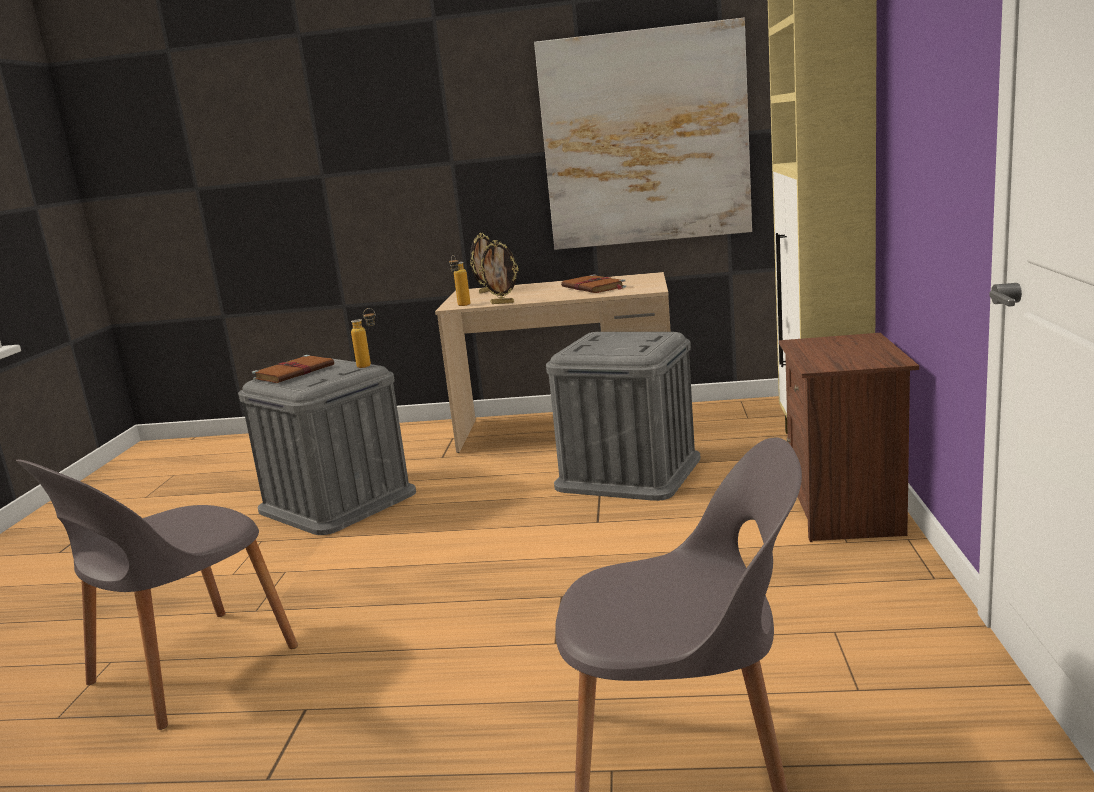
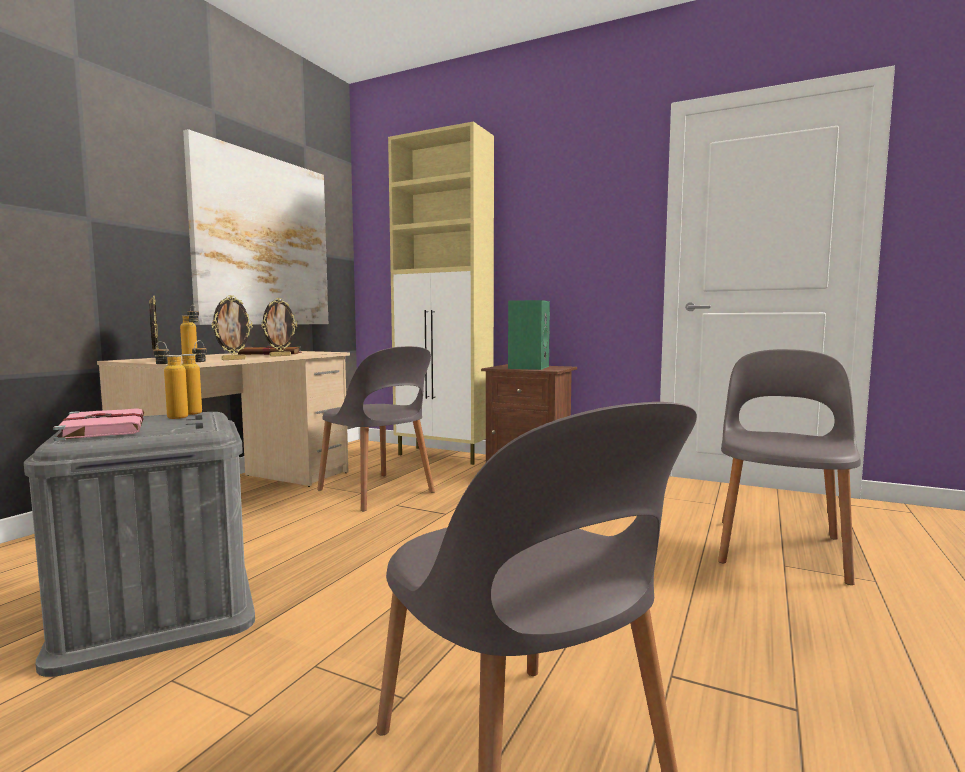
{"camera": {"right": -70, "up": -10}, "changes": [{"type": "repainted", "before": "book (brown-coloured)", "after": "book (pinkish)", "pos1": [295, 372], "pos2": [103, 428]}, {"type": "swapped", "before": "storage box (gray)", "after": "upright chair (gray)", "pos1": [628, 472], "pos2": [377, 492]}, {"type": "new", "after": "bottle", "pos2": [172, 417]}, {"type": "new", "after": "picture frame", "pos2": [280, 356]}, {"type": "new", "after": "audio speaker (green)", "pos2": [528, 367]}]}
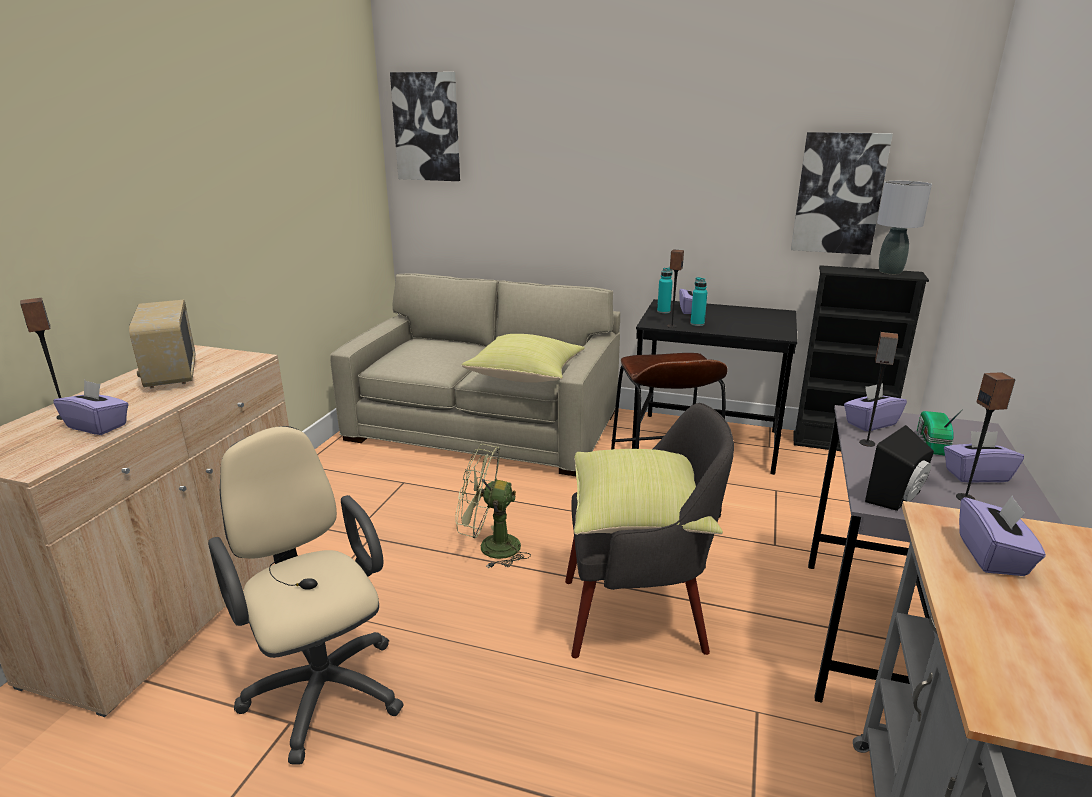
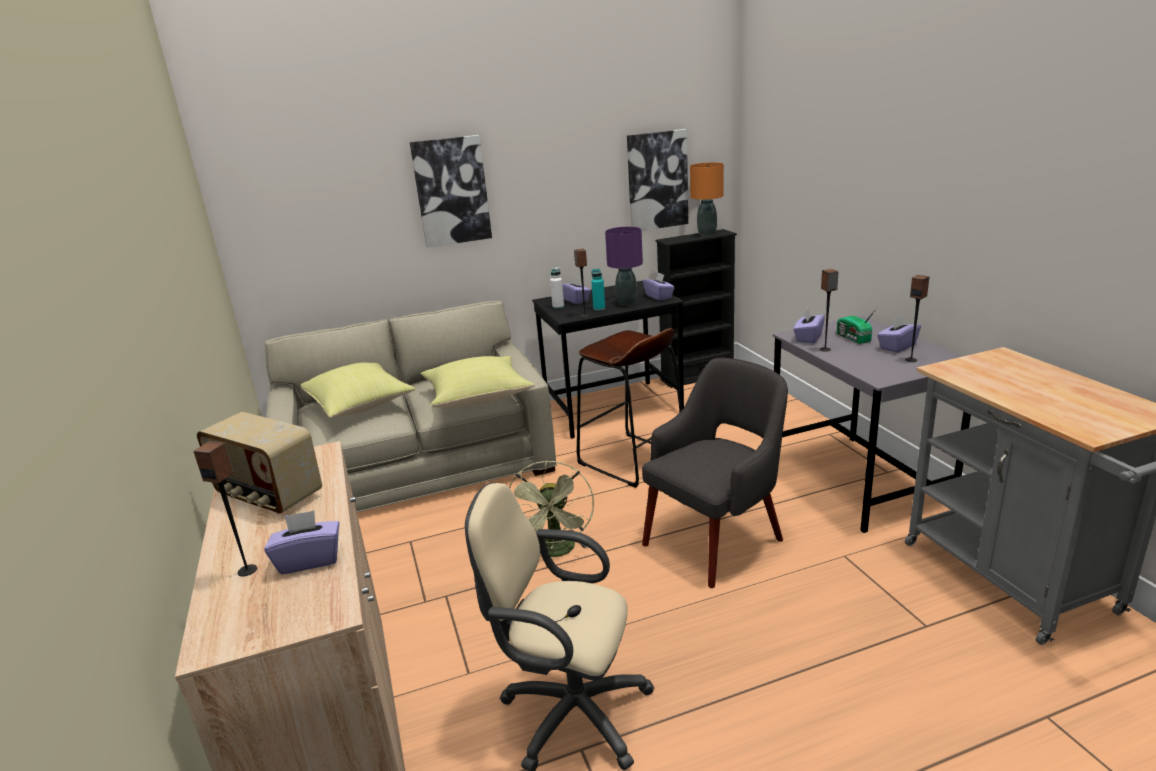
{"camera": {"right": -35, "up": 0}, "changes": [{"type": "shifted", "before": "picture", "pos1": [427, 127], "pos2": [451, 191]}, {"type": "rotated", "before": "fan (green)", "pos1": [490, 547], "pos2": [557, 552], "turn": -60}, {"type": "shifted", "before": "pillow (yellow-coloured)", "pos1": [639, 517], "pos2": [361, 406]}, {"type": "repainted", "before": "bottle (turquoise)", "after": "bottle (white-coloured)", "pos1": [663, 311], "pos2": [558, 307]}, {"type": "gone", "before": "audio speaker (black)", "pos1": [898, 499]}, {"type": "repainted", "before": "tabletop lamp (gray)", "after": "tabletop lamp (orange)", "pos1": [889, 272], "pos2": [706, 233]}, {"type": "shifted", "before": "tissue holder (purple-coloured)", "pos1": [992, 556], "pos2": [659, 296]}, {"type": "new", "after": "tabletop lamp (purple-coloured)", "pos2": [626, 302]}]}
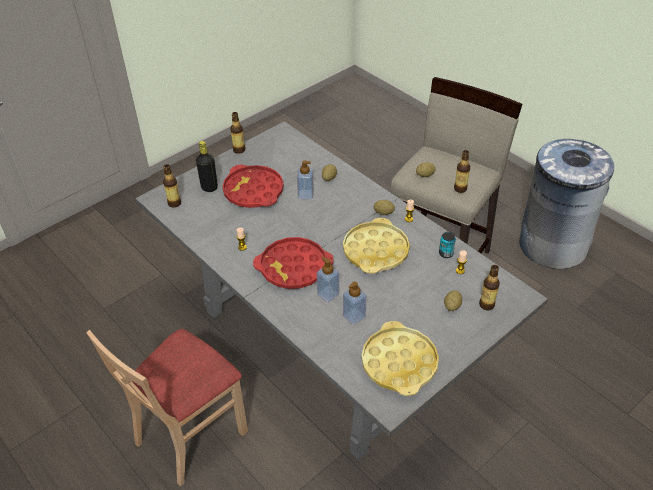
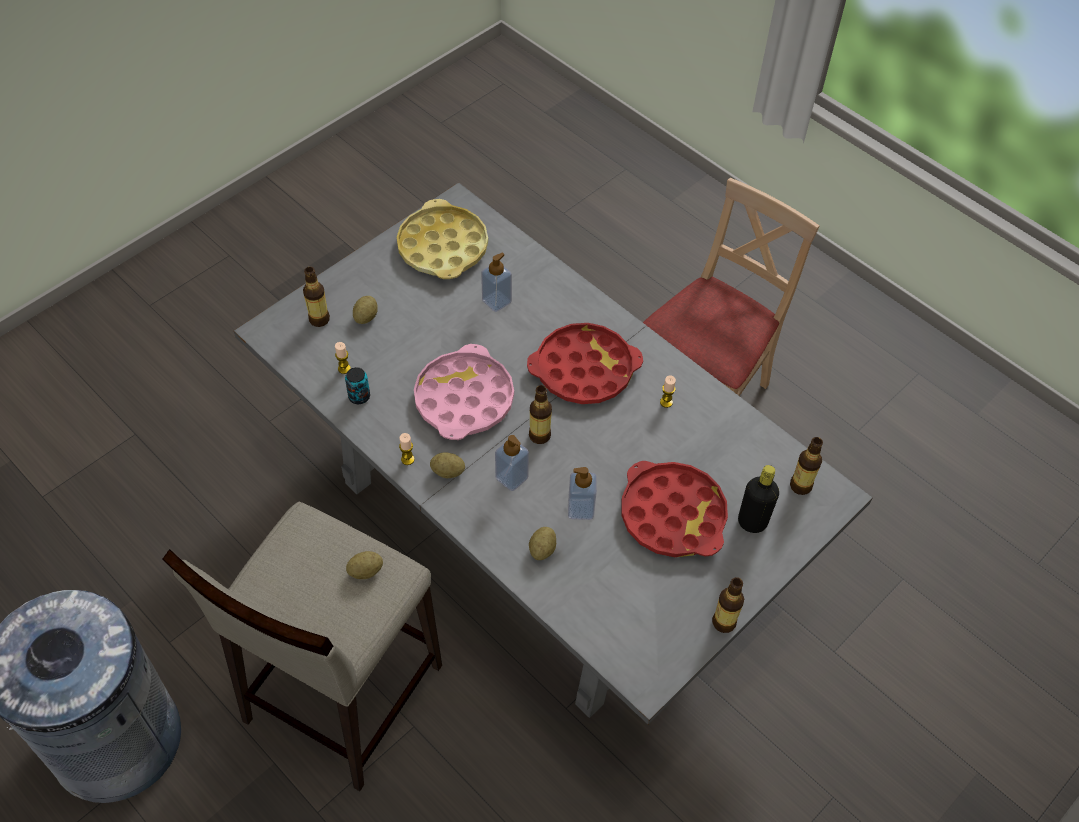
{"camera": {"right": 175, "up": 10}, "changes": [{"type": "shifted", "before": "liquid soap bottle", "pos1": [328, 294], "pos2": [511, 478]}, {"type": "repainted", "before": "tray (yellow-coloured)", "after": "tray (pinkish)", "pos1": [376, 251], "pos2": [464, 399]}, {"type": "shifted", "before": "bottle", "pos1": [460, 189], "pos2": [539, 435]}]}
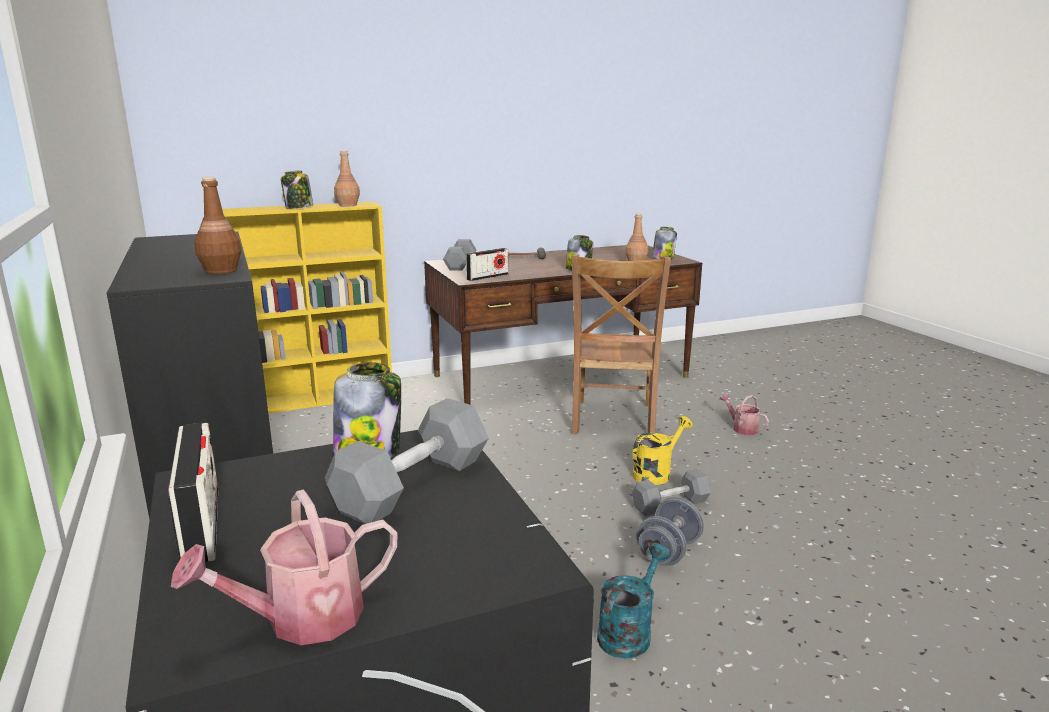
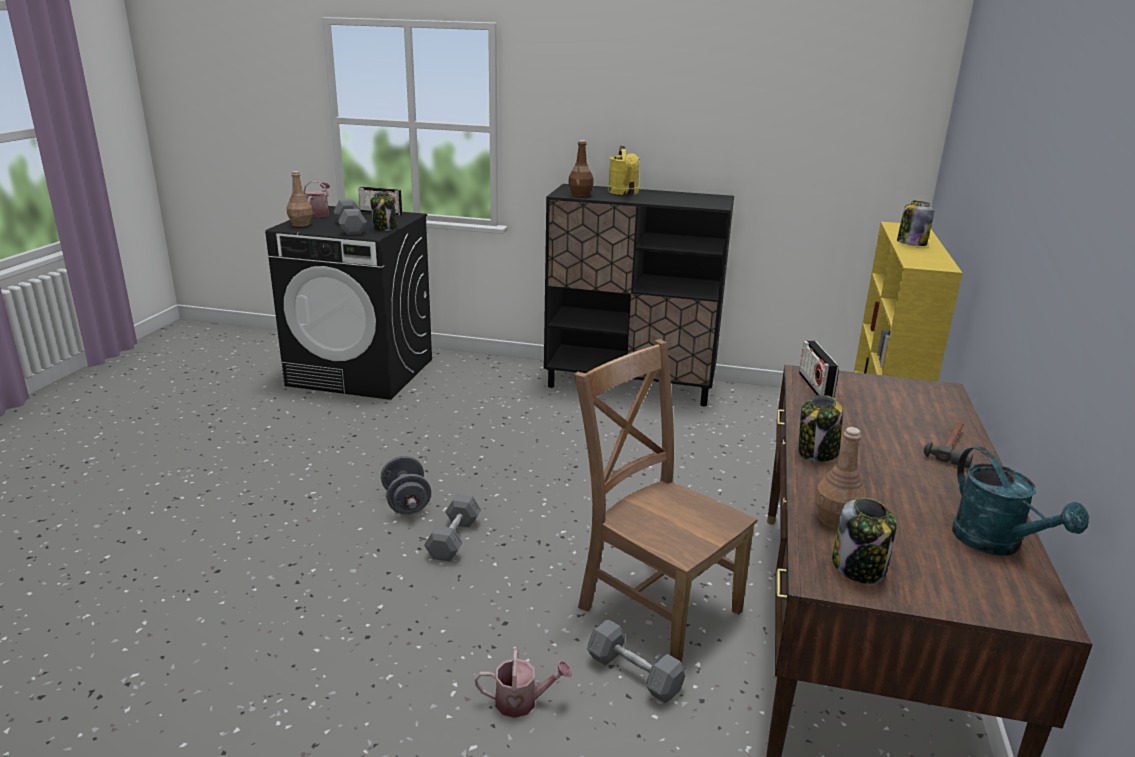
{"camera": {"right": 125, "up": 5}, "changes": [{"type": "shifted", "before": "bottle (brown-coloured)", "pos1": [347, 205], "pos2": [301, 224]}, {"type": "shifted", "before": "free weight (gray)", "pos1": [460, 265], "pos2": [634, 674]}, {"type": "shifted", "before": "sprinkling can (turquoise)", "pos1": [629, 632], "pos2": [996, 544]}, {"type": "shifted", "before": "sprinkling can (yellow-coloured)", "pos1": [656, 473], "pos2": [624, 193]}]}
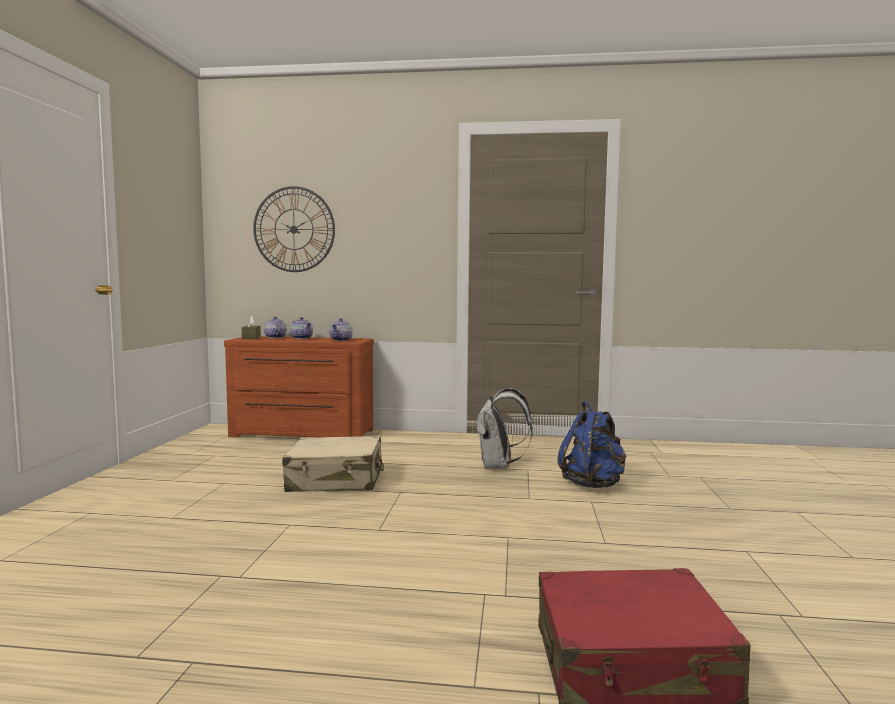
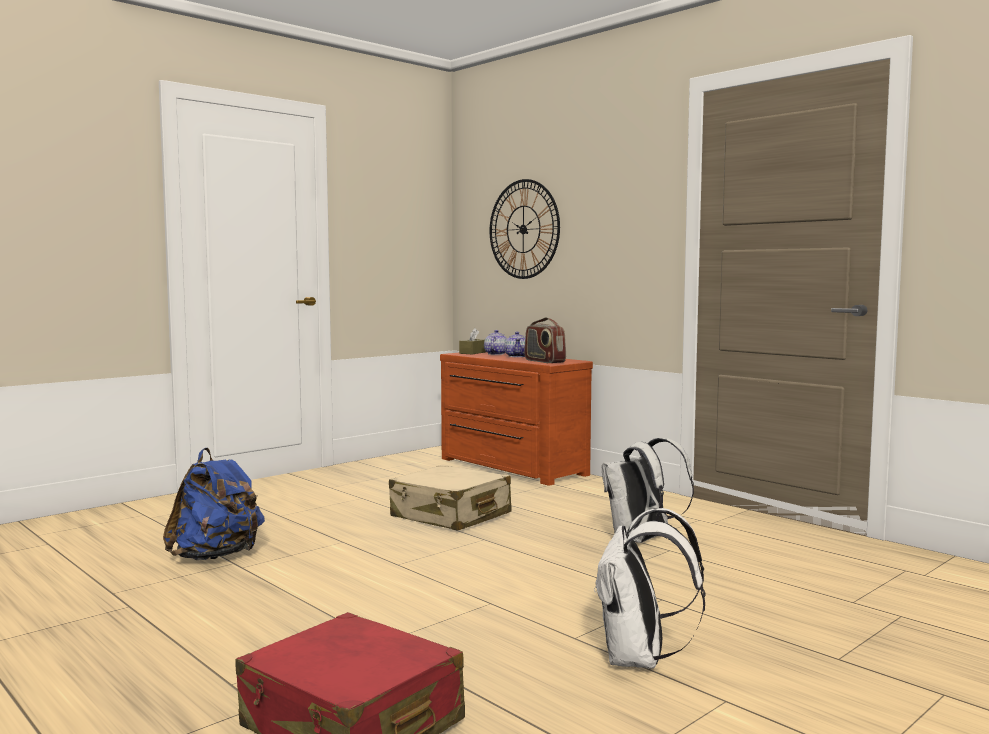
{"camera": {"right": 40, "up": 0}, "changes": [{"type": "swapped", "before": "pot for tea", "after": "radio receiver", "pos1": [341, 340], "pos2": [544, 361]}, {"type": "shifted", "before": "backpack (blue-coloured)", "pos1": [593, 485], "pos2": [216, 557]}, {"type": "new", "after": "backpack (white-coloured)", "pos2": [639, 659]}]}
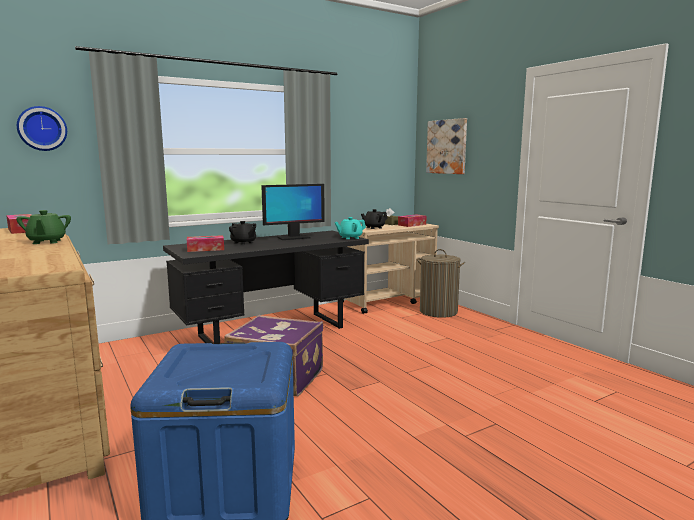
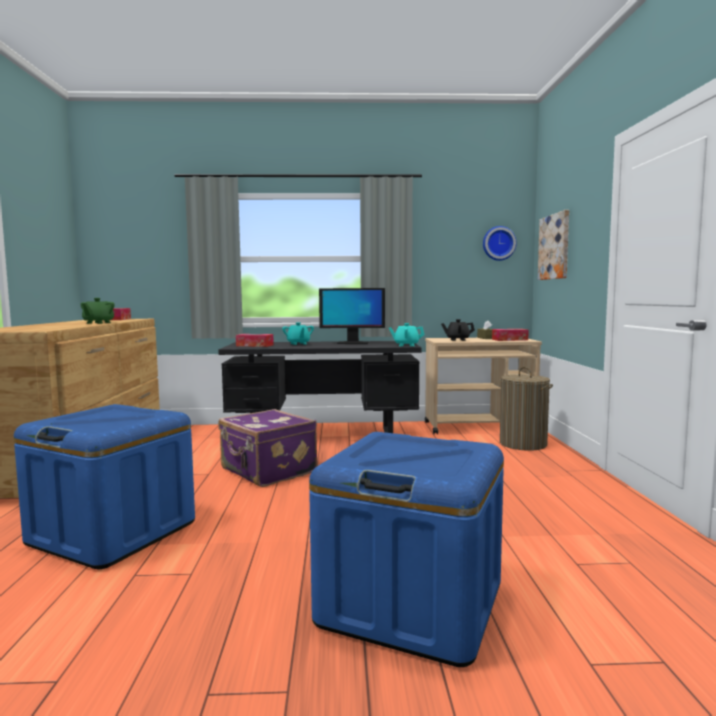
{"camera": {"right": 30, "up": -5}, "changes": [{"type": "shifted", "before": "wall clock", "pos1": [42, 128], "pos2": [498, 243]}, {"type": "repainted", "before": "pot for tea (black)", "after": "pot for tea (turquoise)", "pos1": [243, 243], "pos2": [298, 344]}, {"type": "new", "after": "storage box (blue-coloured)", "pos2": [411, 603]}]}
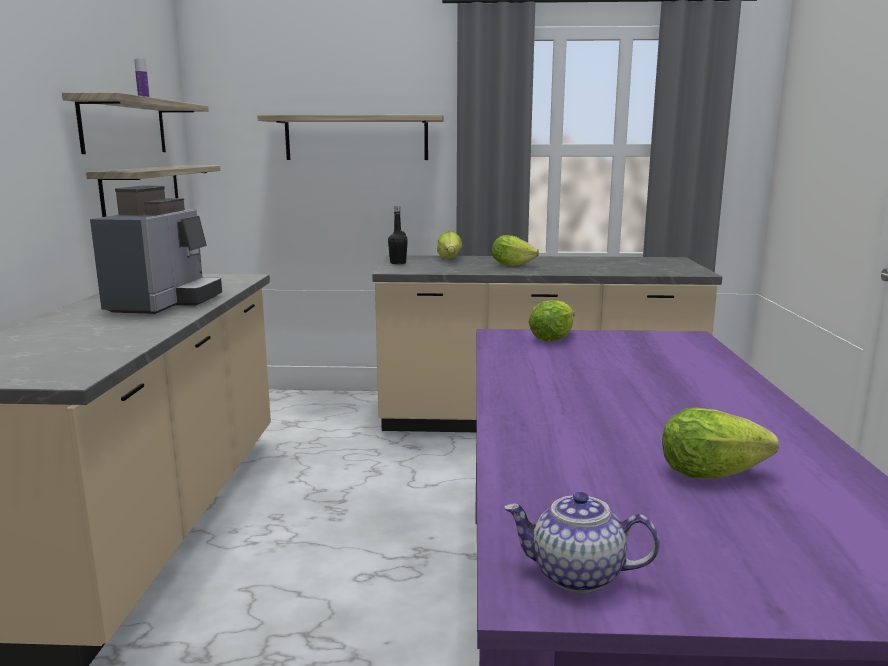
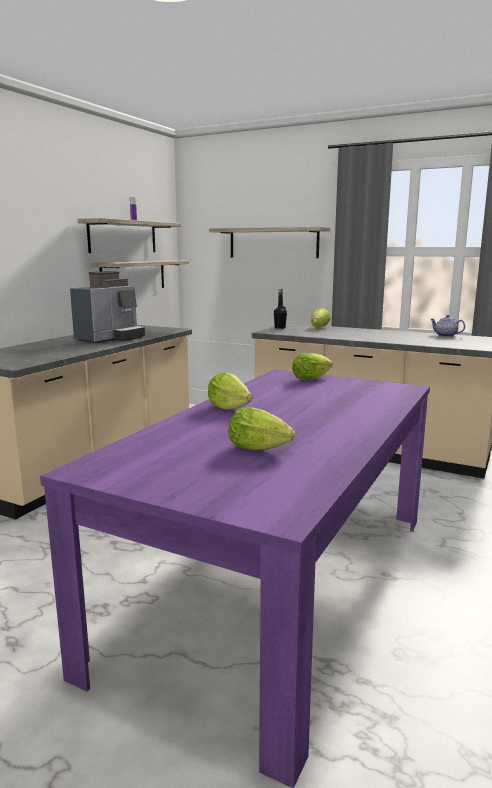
{"camera": {"right": 25, "up": 0}, "changes": [{"type": "shifted", "before": "head of lettuce", "pos1": [512, 265], "pos2": [229, 407]}, {"type": "shifted", "before": "pot for tea", "pos1": [576, 575], "pos2": [445, 335]}]}
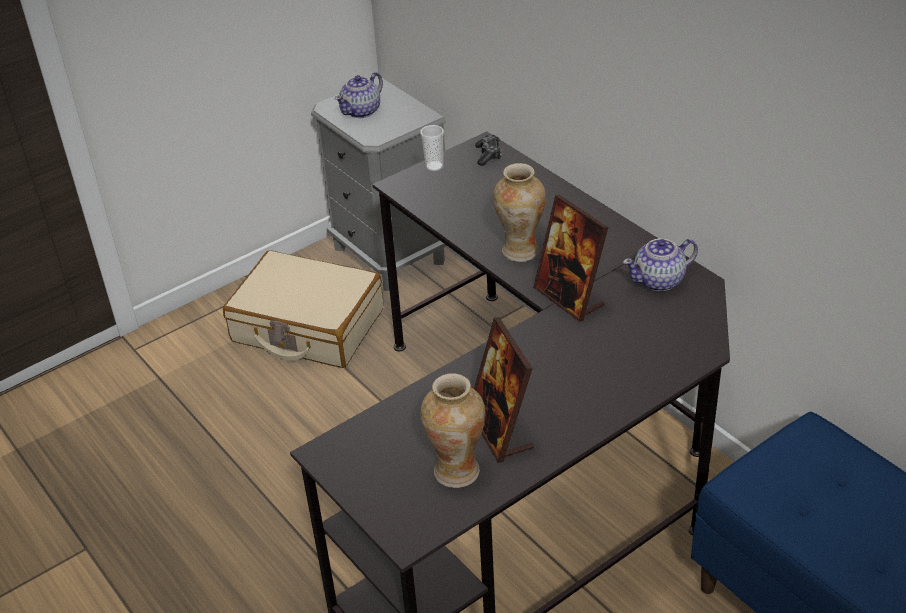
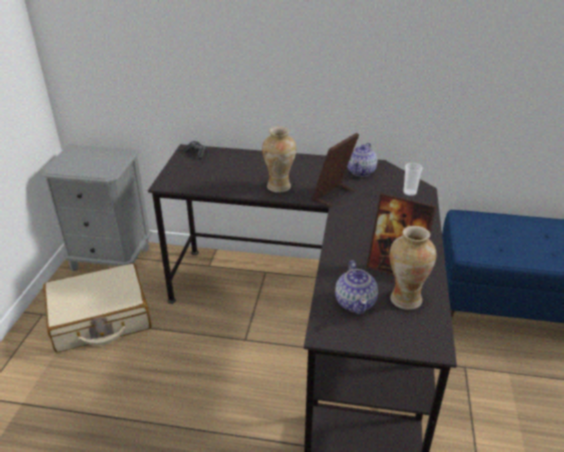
{"camera": {"right": -45, "up": -5}, "changes": [{"type": "shifted", "before": "pot for tea", "pos1": [362, 111], "pos2": [355, 302]}, {"type": "shifted", "before": "cup", "pos1": [434, 166], "pos2": [409, 192]}, {"type": "rotated", "before": "picture frame", "pos1": [569, 298], "pos2": [333, 195], "turn": 120}]}
